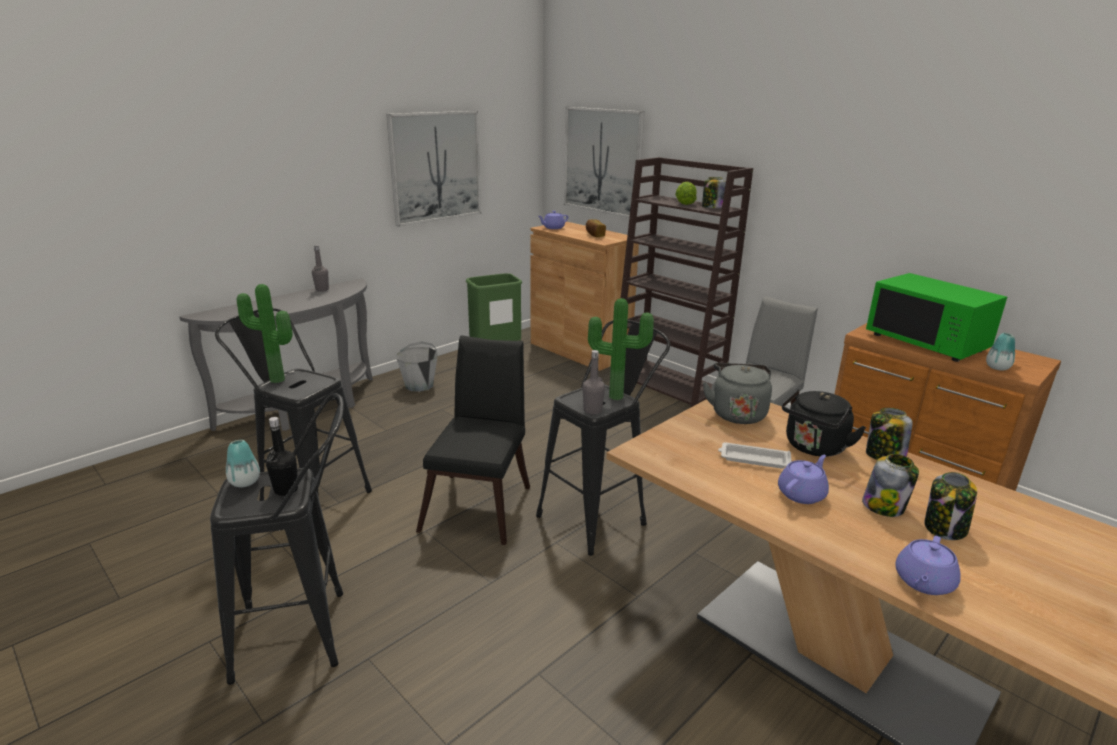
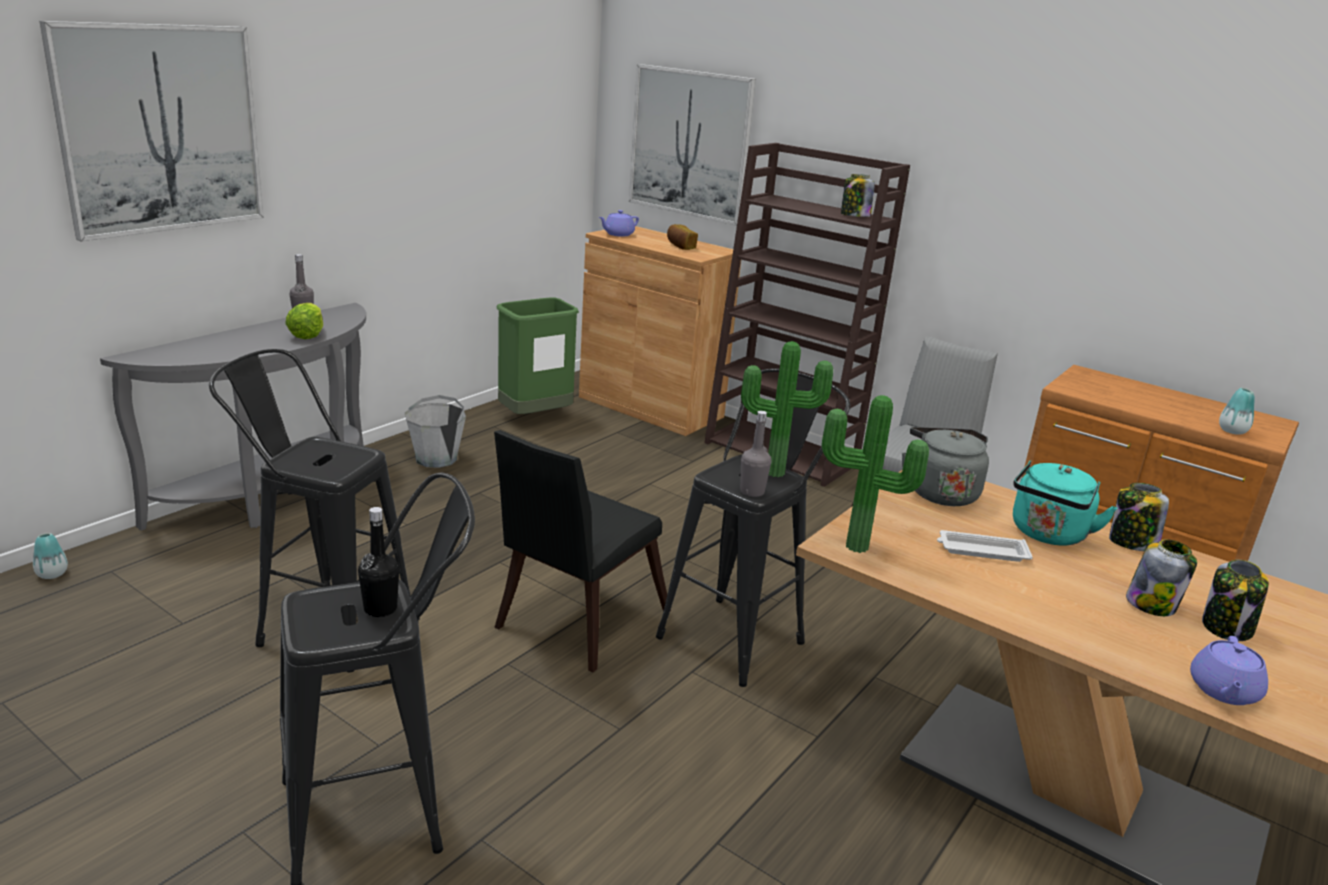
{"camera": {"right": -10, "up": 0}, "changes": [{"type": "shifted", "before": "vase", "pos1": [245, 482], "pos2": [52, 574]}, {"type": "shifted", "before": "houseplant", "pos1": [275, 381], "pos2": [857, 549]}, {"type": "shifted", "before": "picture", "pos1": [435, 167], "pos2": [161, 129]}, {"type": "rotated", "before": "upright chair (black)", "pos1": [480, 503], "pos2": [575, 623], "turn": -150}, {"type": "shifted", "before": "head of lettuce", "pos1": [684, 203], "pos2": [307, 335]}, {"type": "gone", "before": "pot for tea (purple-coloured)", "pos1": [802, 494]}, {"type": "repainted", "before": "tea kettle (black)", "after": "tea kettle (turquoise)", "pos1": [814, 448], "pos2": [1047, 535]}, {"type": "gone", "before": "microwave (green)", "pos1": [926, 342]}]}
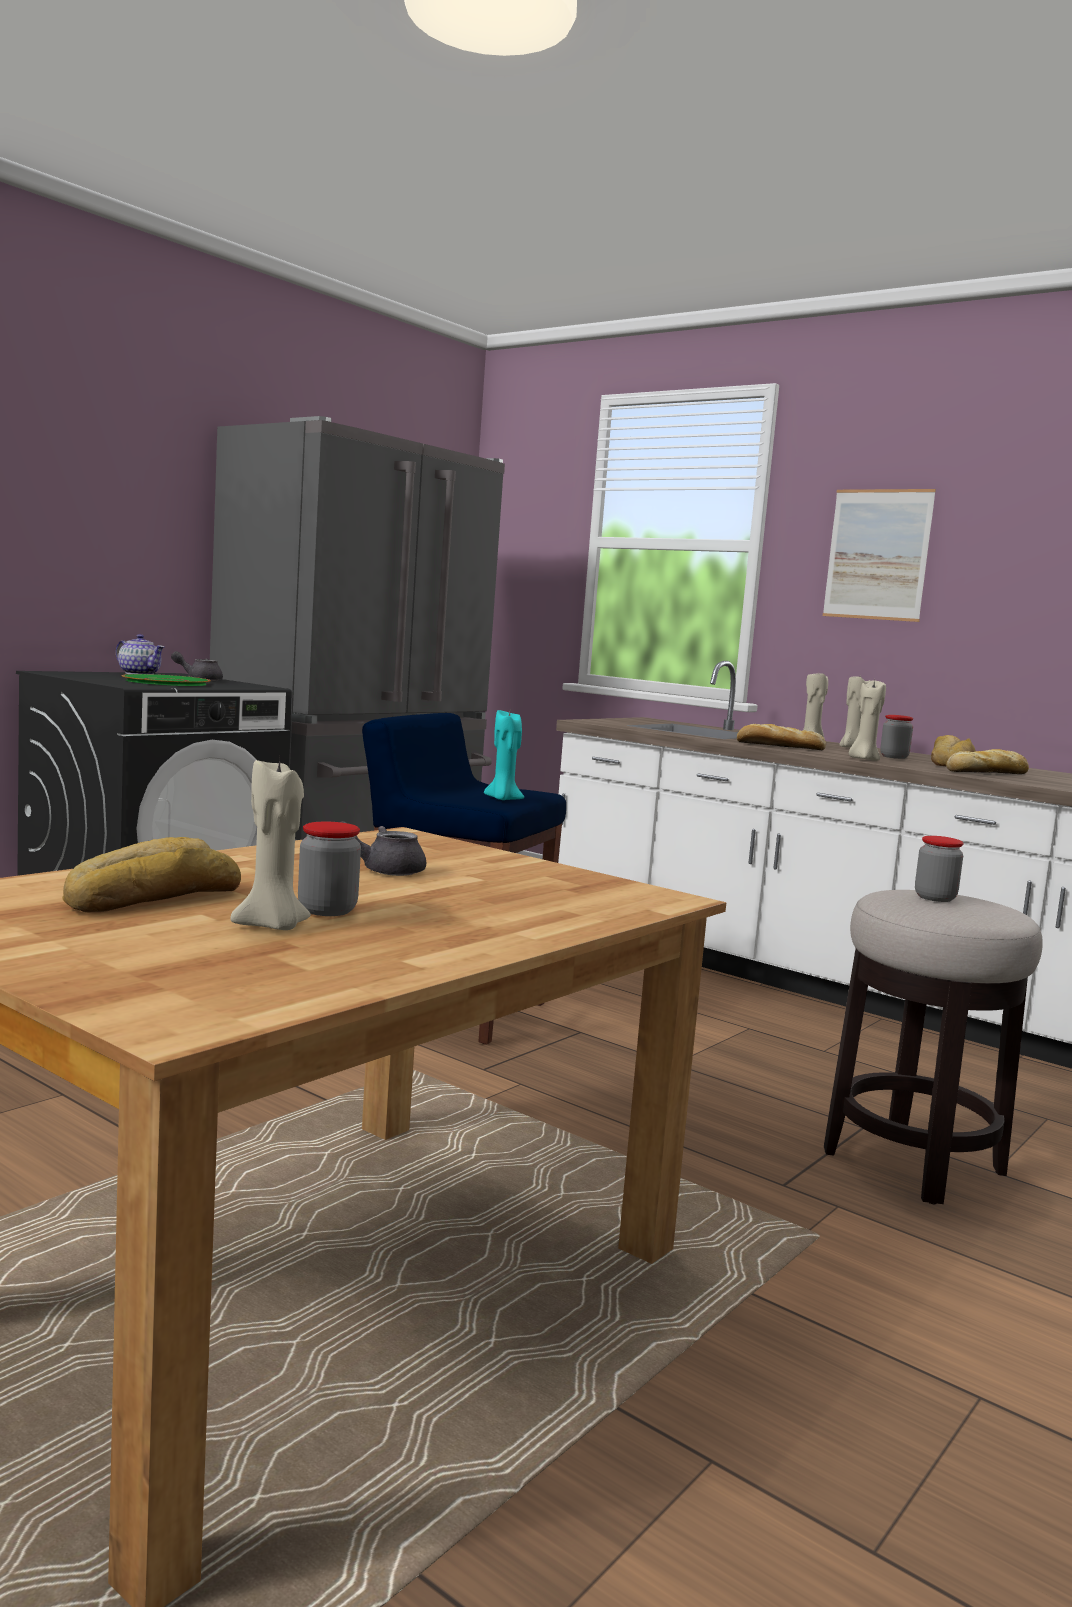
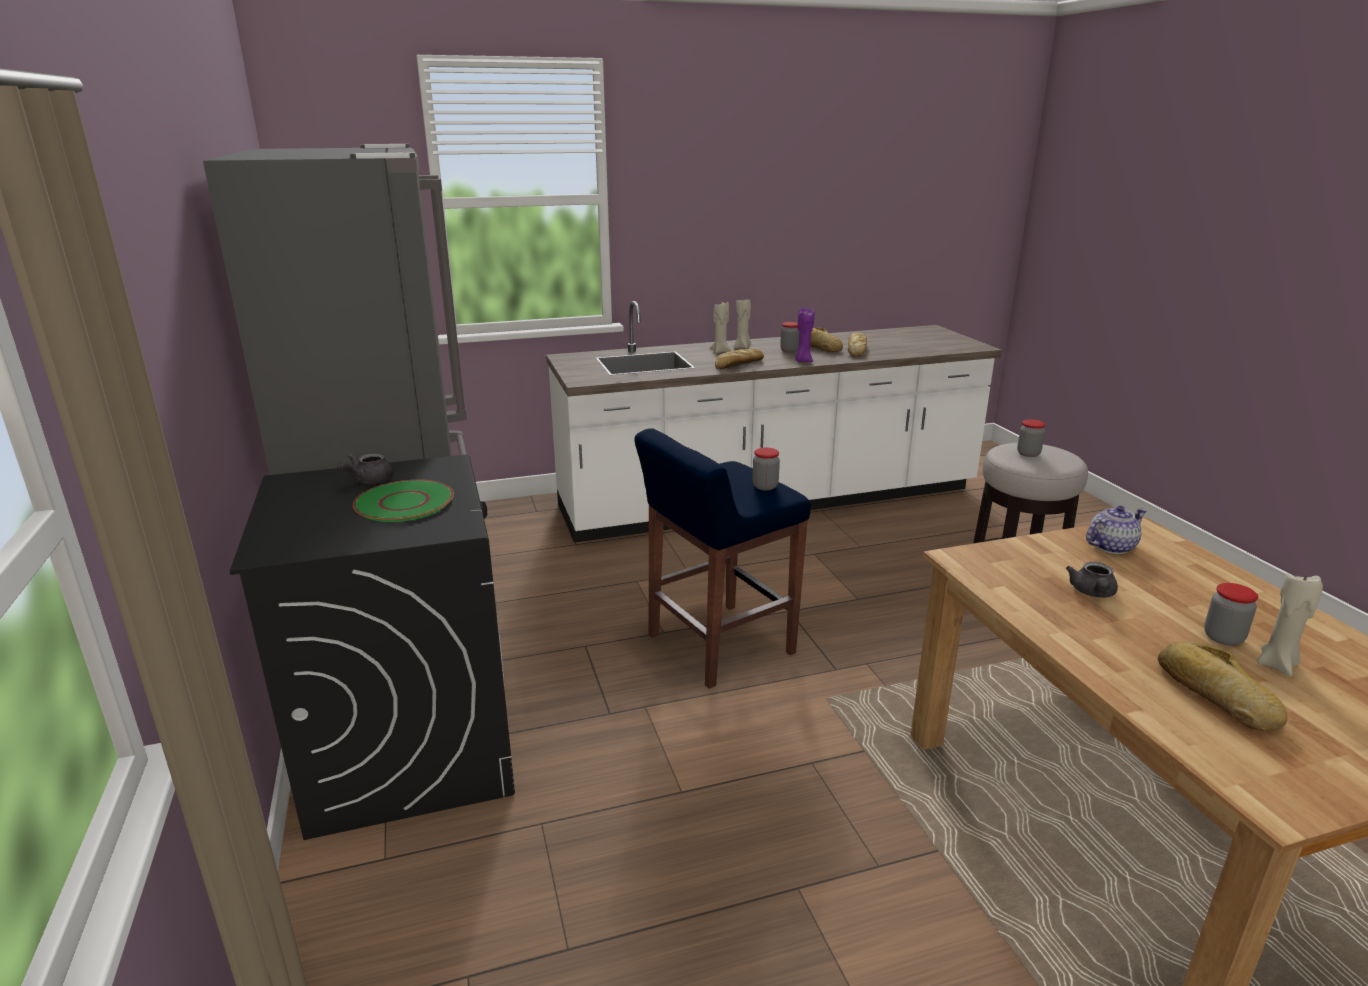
{"camera": {"right": -55, "up": 15}, "changes": [{"type": "shifted", "before": "pot for tea", "pos1": [139, 674], "pos2": [1110, 546]}, {"type": "swapped", "before": "wax light (turquoise)", "after": "preserve jar", "pos1": [502, 799], "pos2": [765, 486]}, {"type": "gone", "before": "picture", "pos1": [877, 554]}, {"type": "repainted", "before": "wax light (sand-coloured)", "after": "wax light (purple-coloured)", "pos1": [863, 759], "pos2": [803, 361]}]}
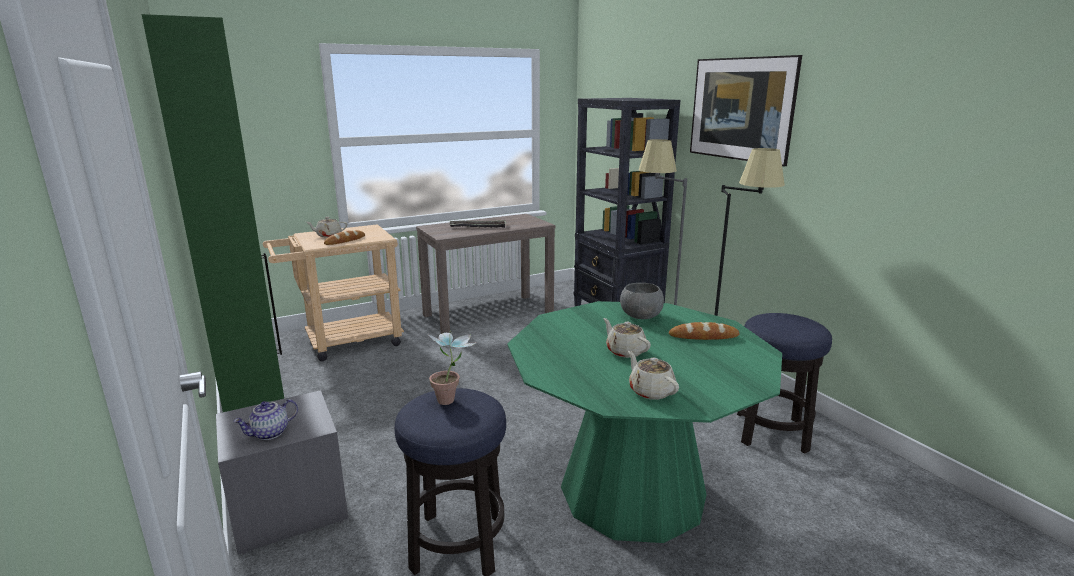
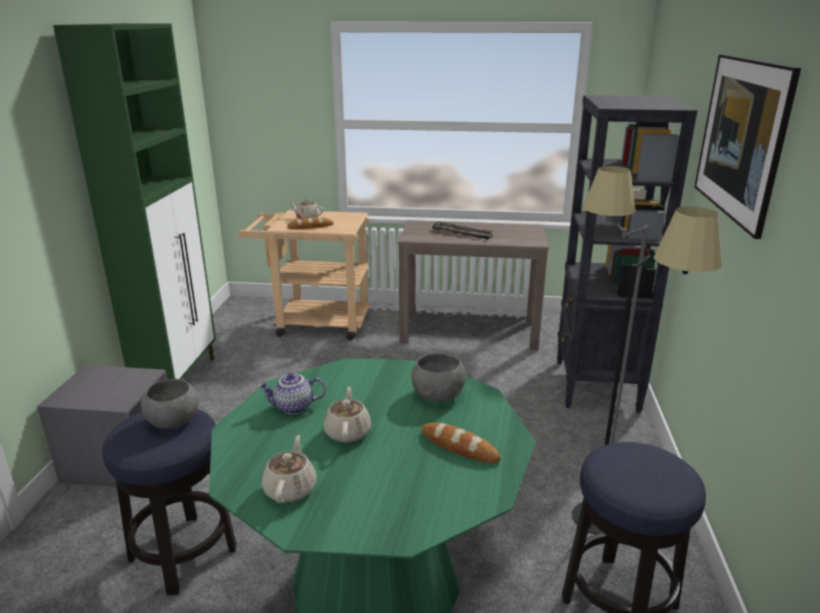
{"camera": {"right": 35, "up": 5}, "changes": [{"type": "shifted", "before": "pot for tea", "pos1": [270, 434], "pos2": [293, 407]}, {"type": "swapped", "before": "houseplant", "after": "deep dish (gray)", "pos1": [452, 400], "pos2": [173, 421]}]}
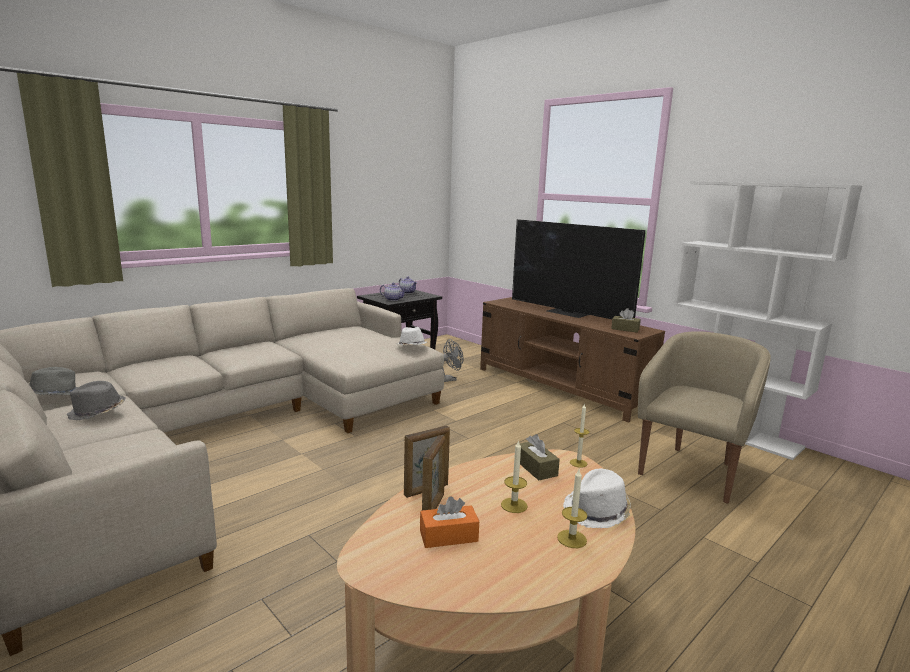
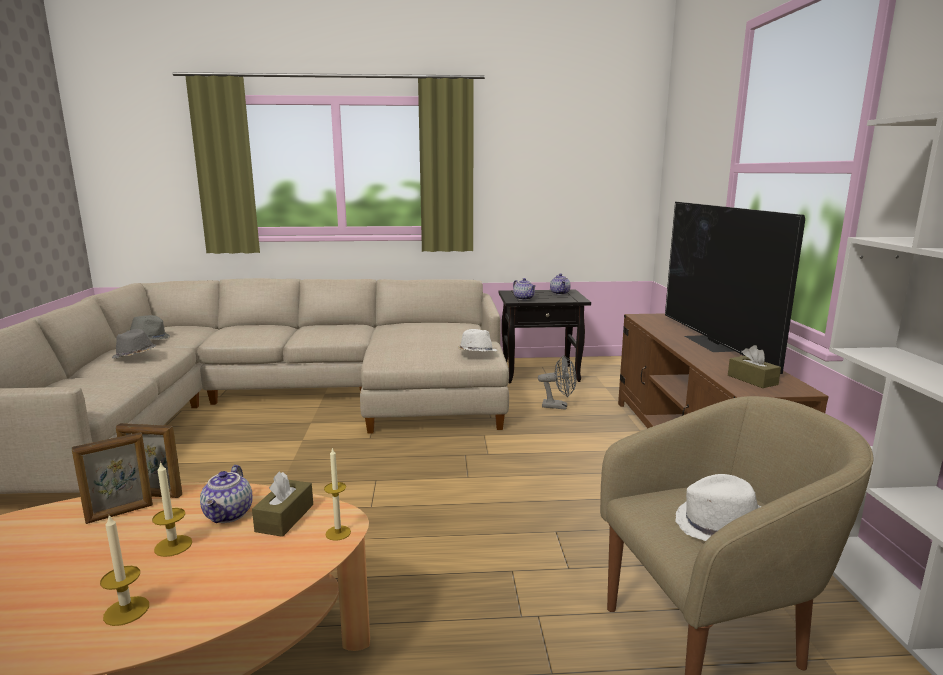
{"camera": {"right": 40, "up": 0}, "changes": [{"type": "gone", "before": "tissue holder (orange)", "pos1": [448, 536]}, {"type": "shifted", "before": "clothing hat (white-coloured)", "pos1": [597, 511], "pos2": [719, 526]}, {"type": "new", "after": "pot for tea", "pos2": [229, 515]}]}
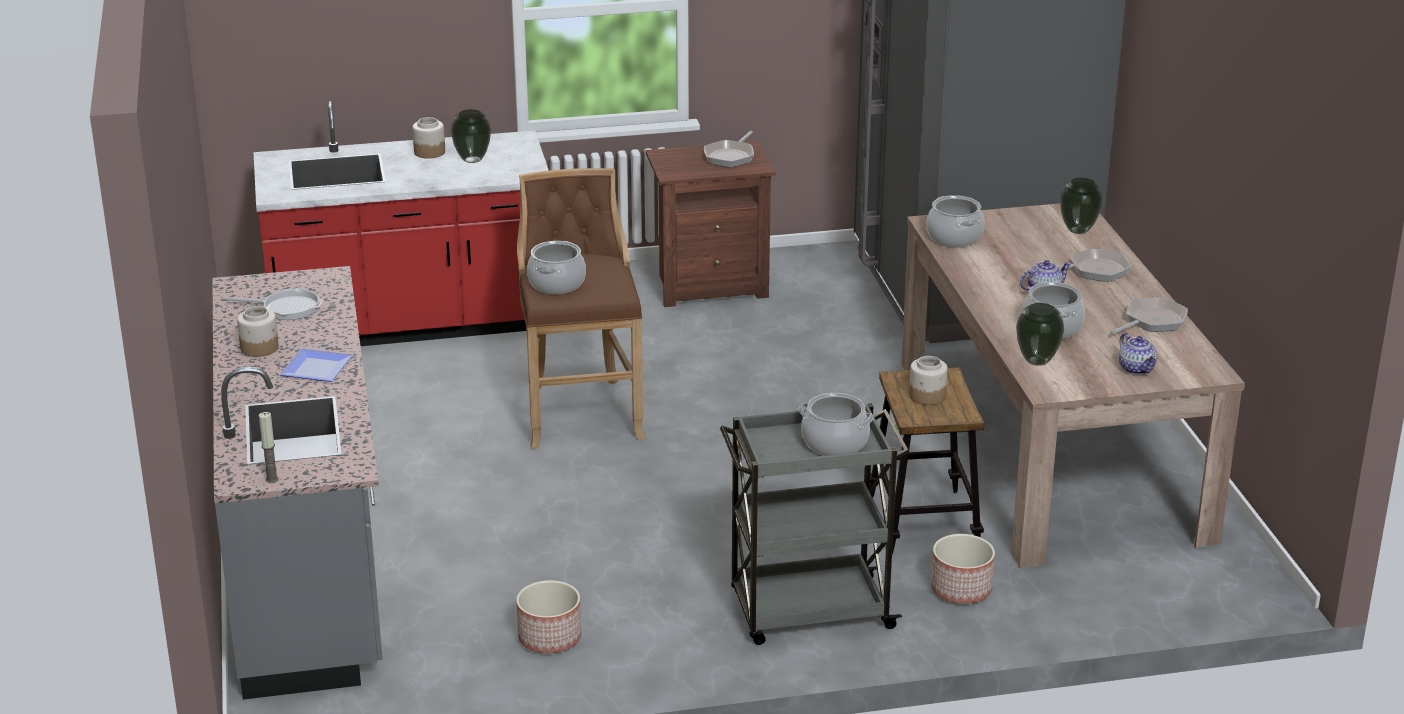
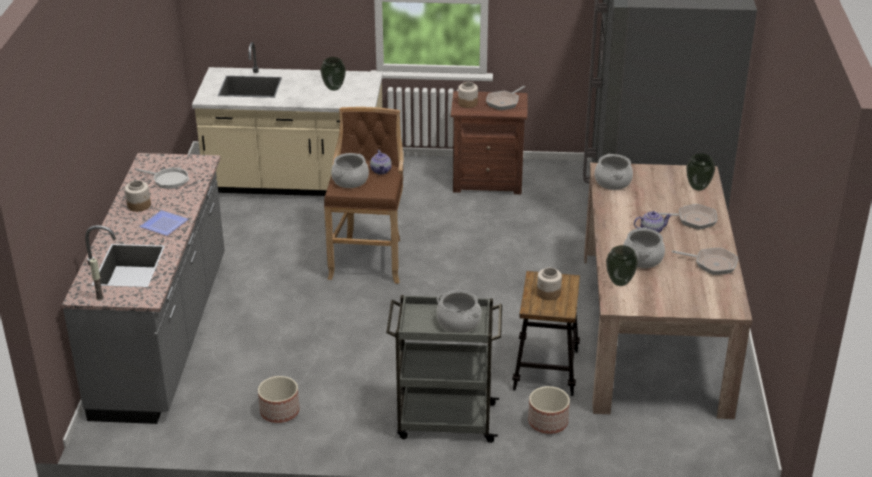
{"camera": {"right": 15, "up": 5}, "changes": [{"type": "repainted", "before": "counter (reddish)", "after": "counter (sand-coloured)", "pos1": [412, 324], "pos2": [296, 183]}, {"type": "shifted", "before": "preserve jar", "pos1": [429, 152], "pos2": [467, 103]}, {"type": "rotated", "before": "pan", "pos1": [1151, 321], "pos2": [712, 264], "turn": 45}, {"type": "shifted", "before": "pot for tea", "pos1": [1136, 368], "pos2": [381, 170]}]}
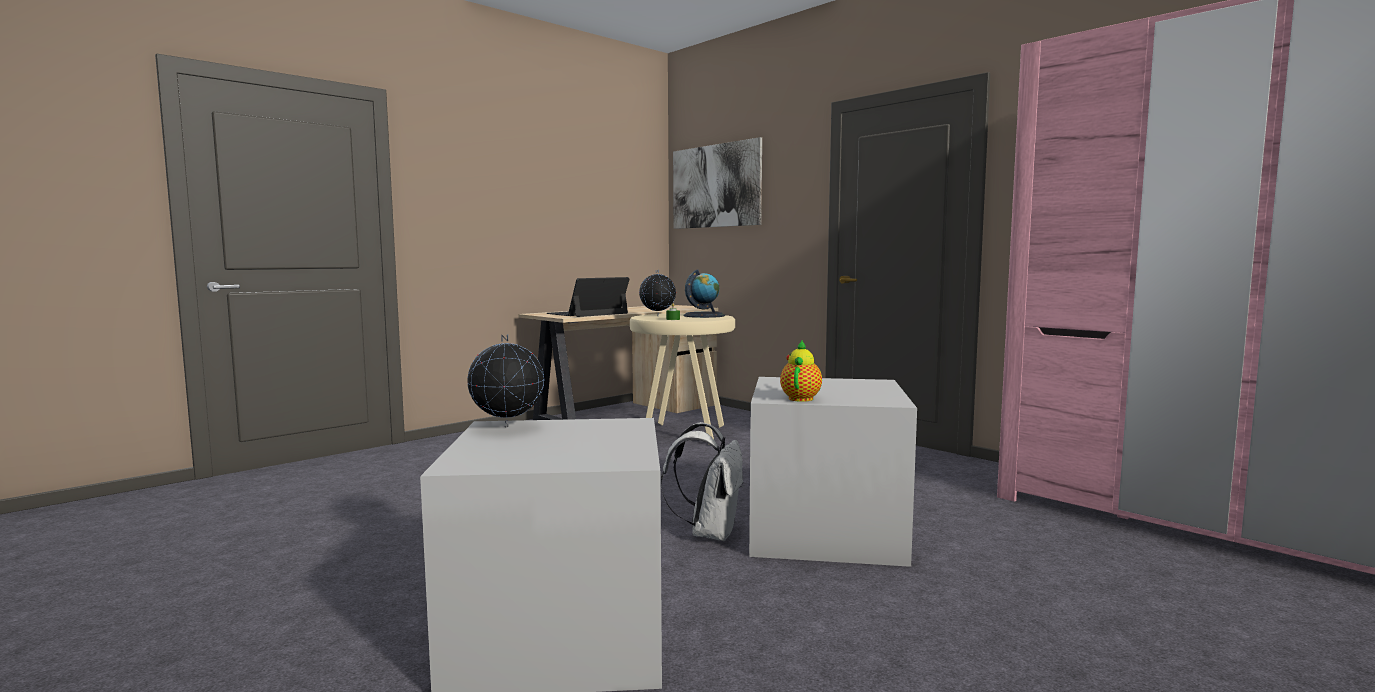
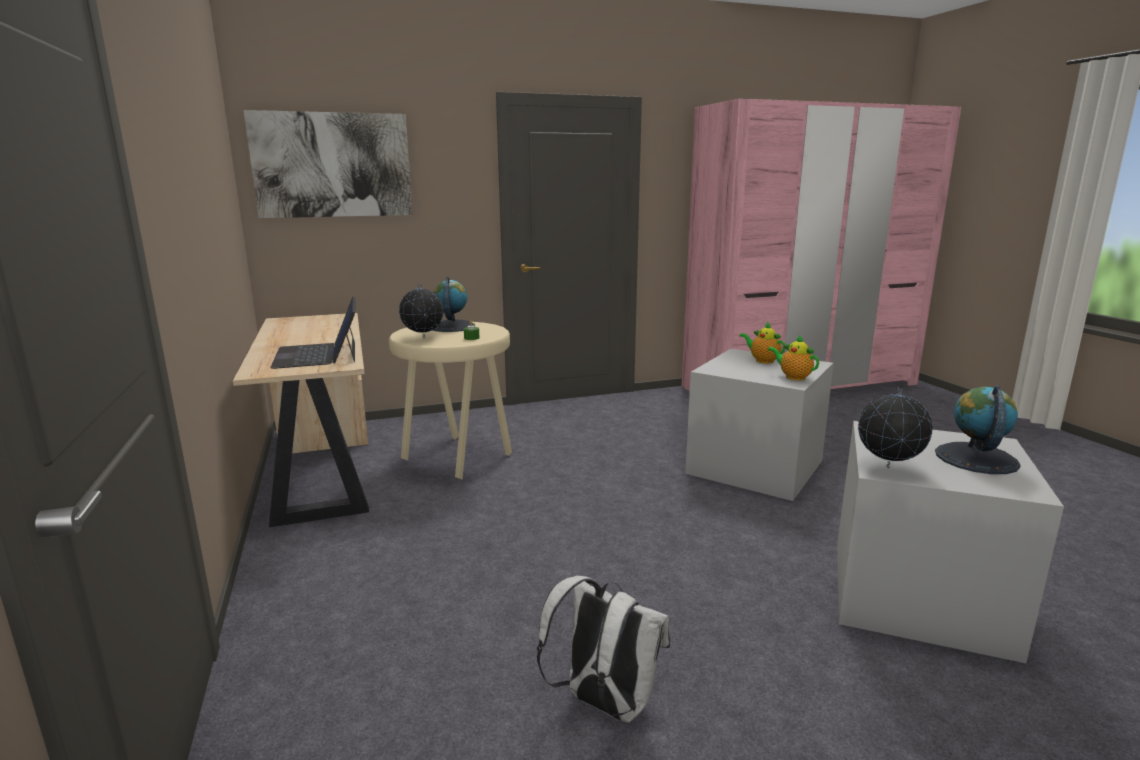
{"camera": {"right": -65, "up": 10}, "changes": [{"type": "shifted", "before": "backpack (white-coloured)", "pos1": [710, 532], "pos2": [604, 703]}, {"type": "new", "after": "pot for tea", "pos2": [762, 360]}, {"type": "new", "after": "desk globe", "pos2": [976, 458]}]}
